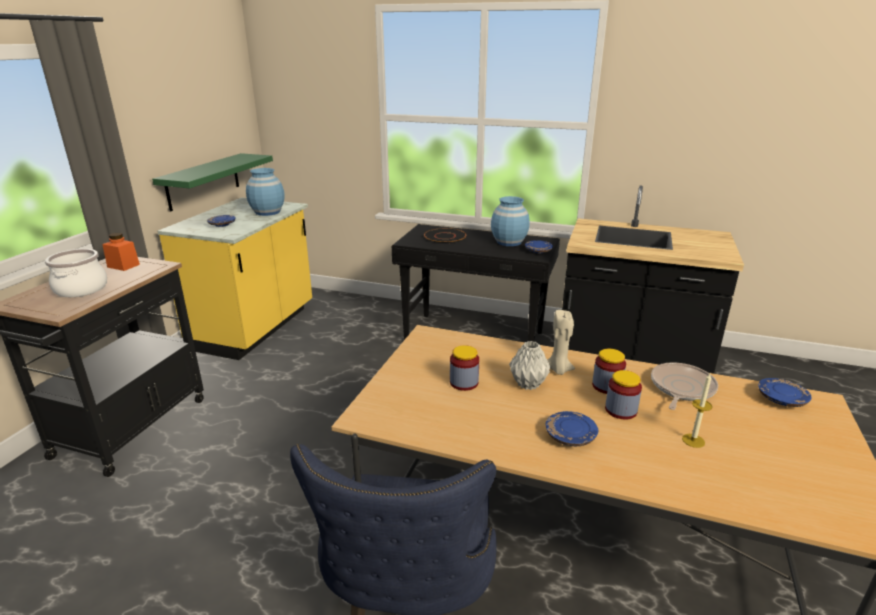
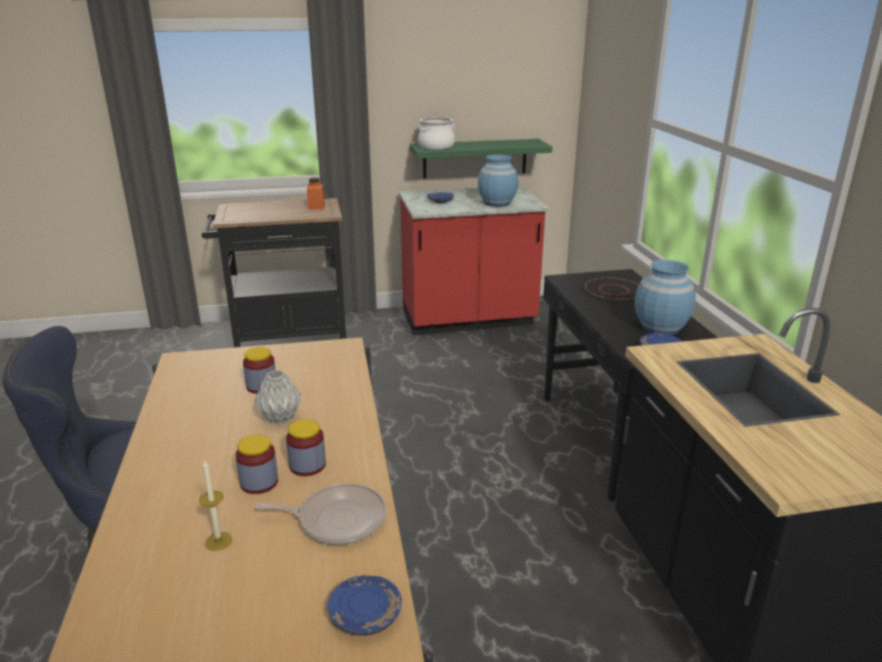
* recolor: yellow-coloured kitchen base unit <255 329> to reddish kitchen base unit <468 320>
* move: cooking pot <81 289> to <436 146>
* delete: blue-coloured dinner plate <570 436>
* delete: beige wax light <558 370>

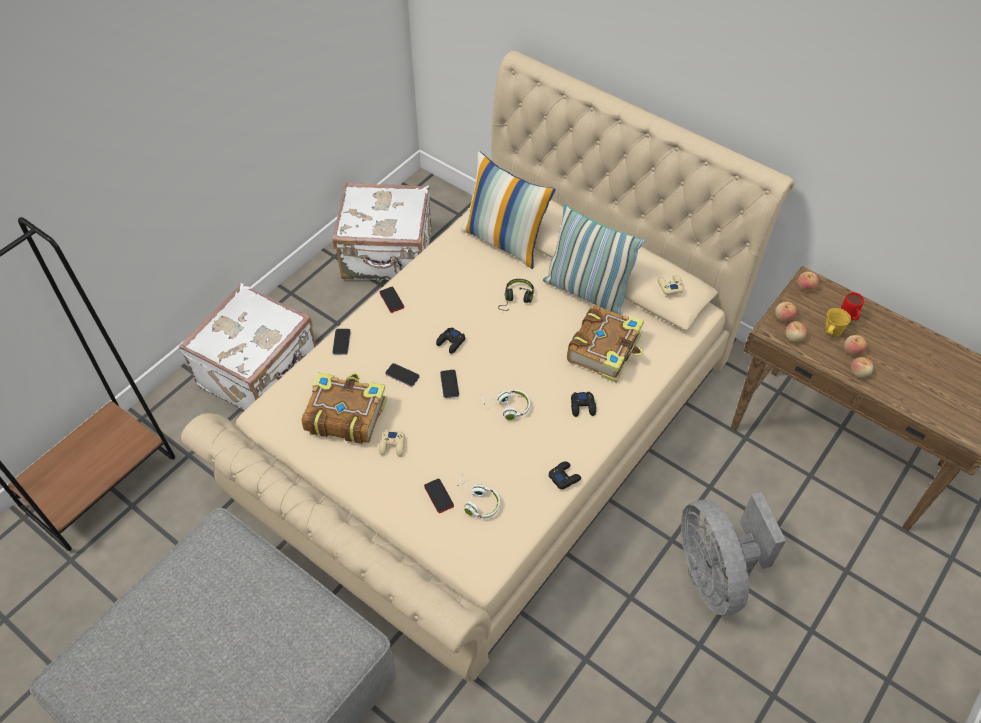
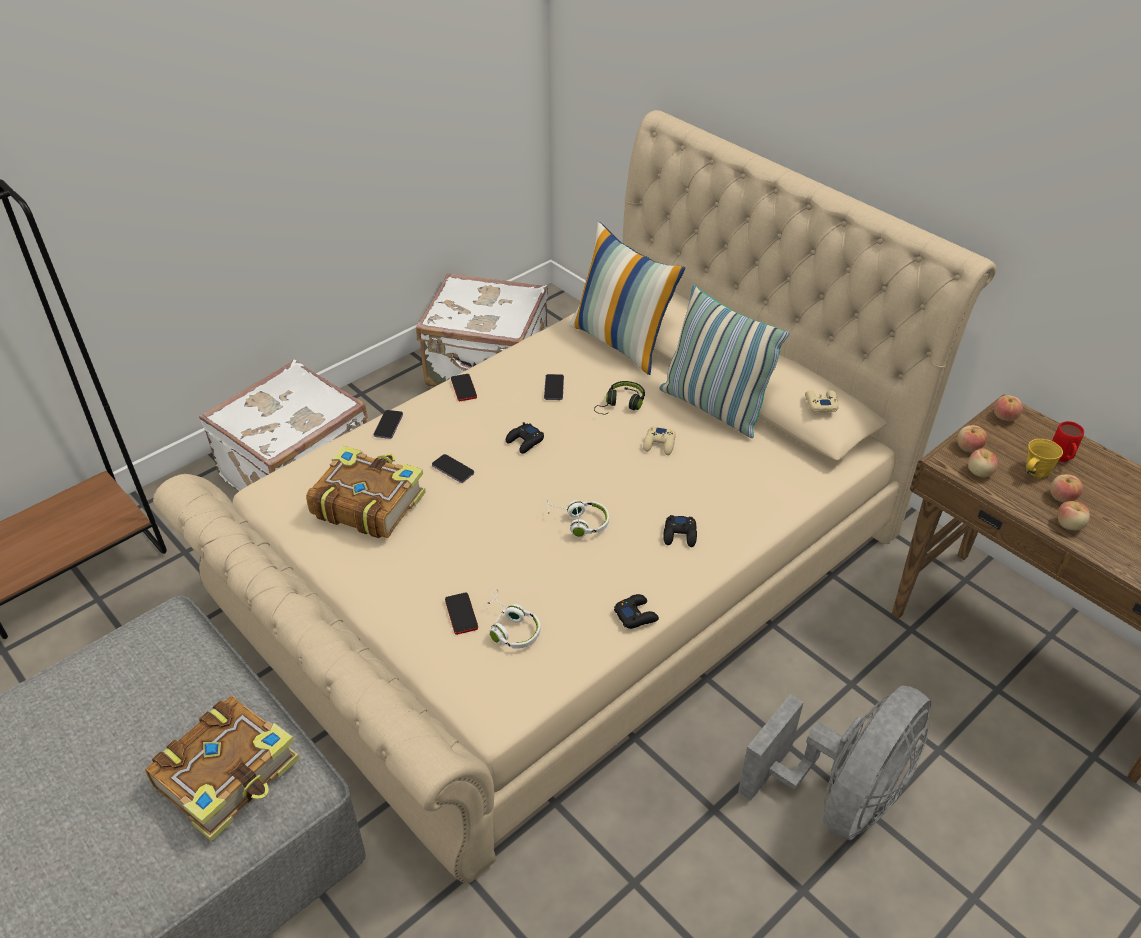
* move: volume <605 349> to <229 775>
* move: telephone <449 384> to <554 388>
* move: beige gamepad <392 445> to <659 444>
* rotate: greyish cooling fan <714 573> = <840 796> 135 degrees counterclockwise

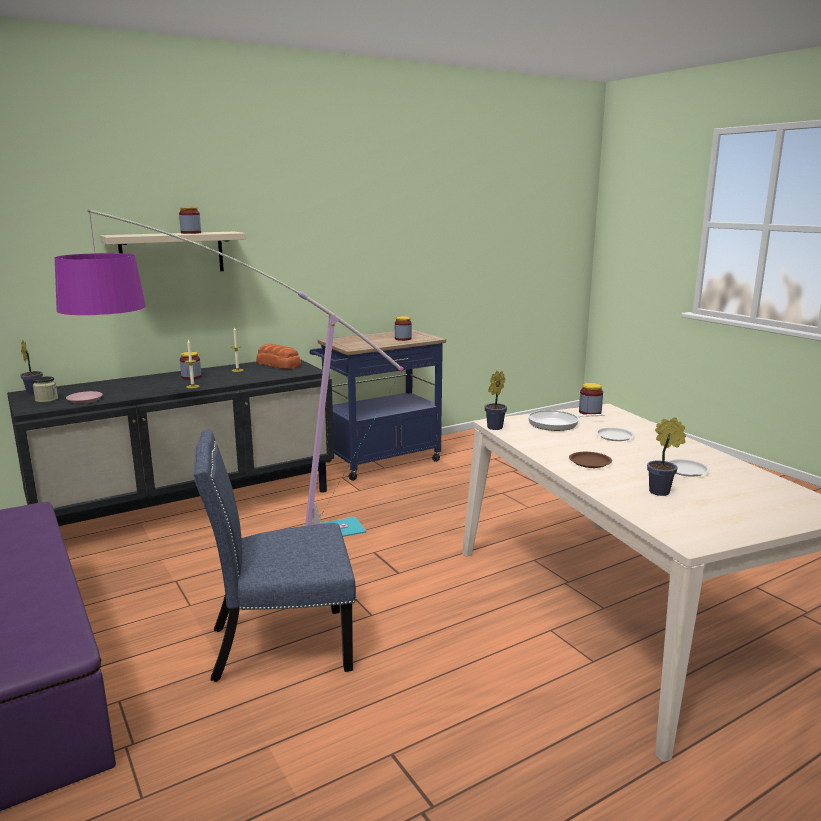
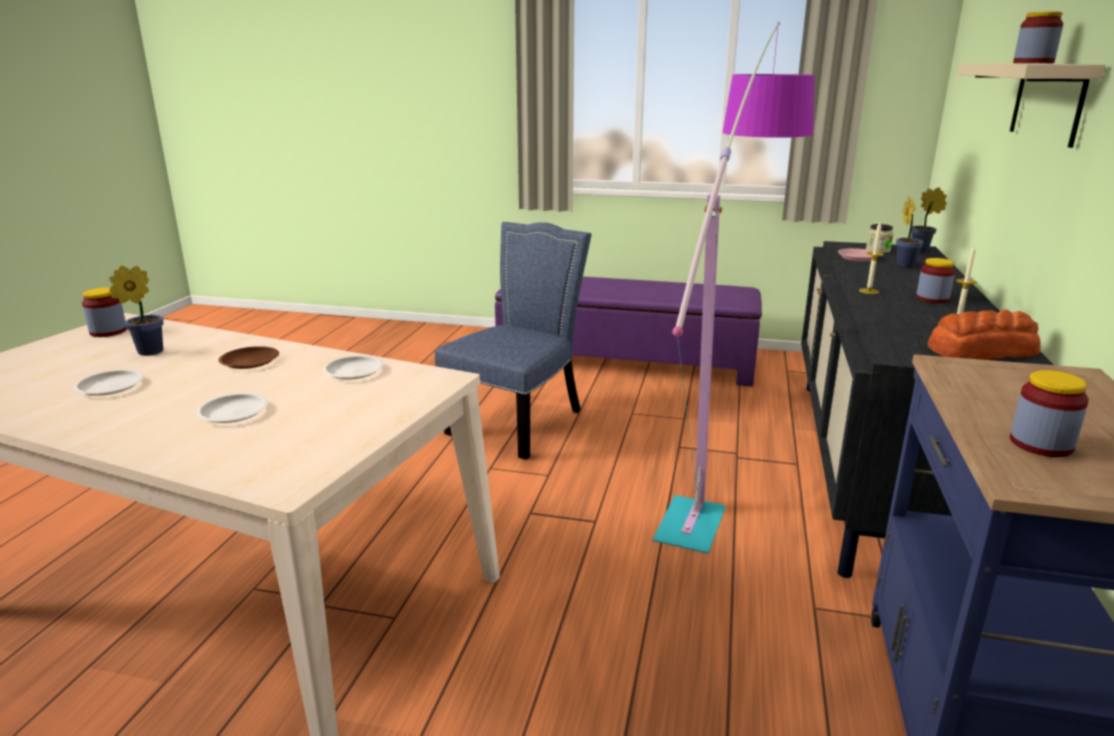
* move: preserve jar <590 412> to <108 331>
* insert: white-coloured dinner plate <353 371>
* move: houseplant <493 428> to <904 264>
* delete: skillet <556 424>

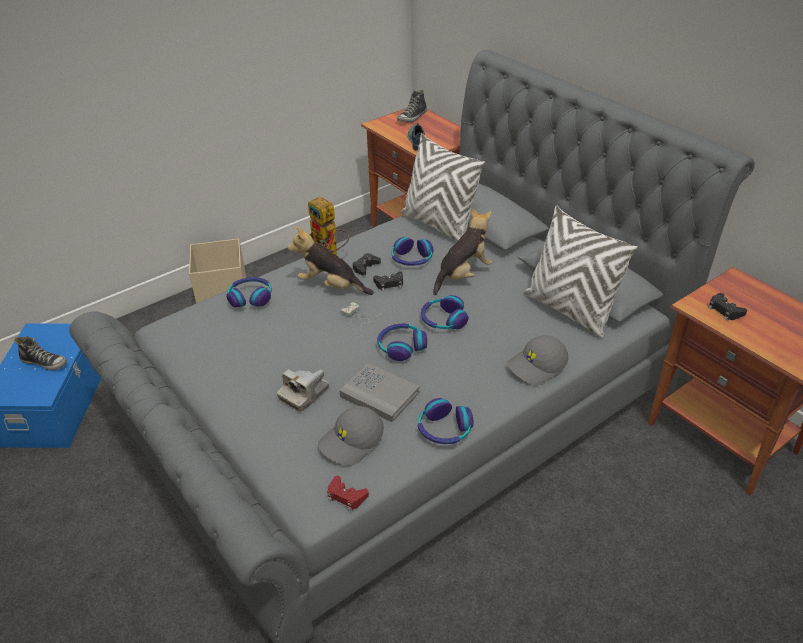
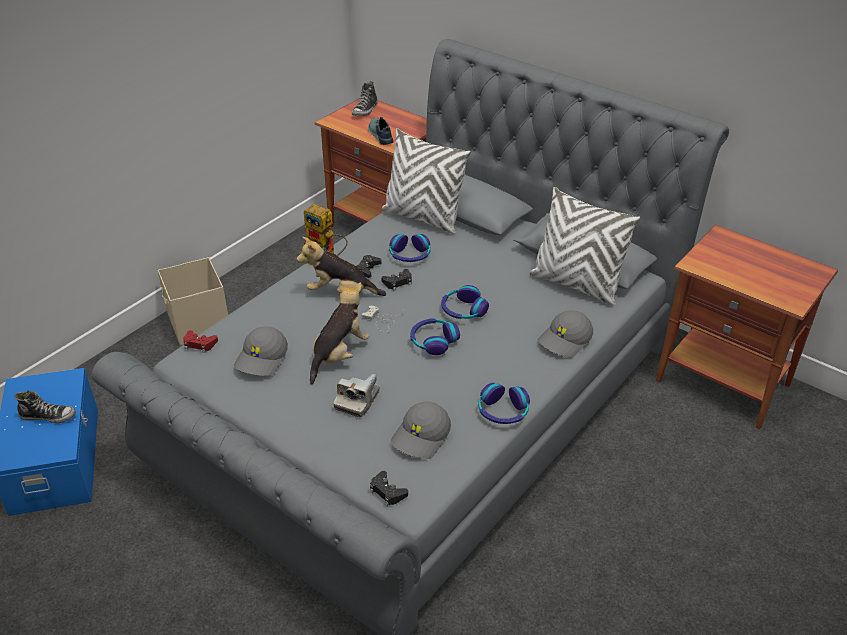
* move: reddish gamepad <346 496> to <199 344>
* insert: greyish baseball cap <262 359>
* move: plush toy <463 275> to <339 355>
* move: blackish gamepad <725 310> to <387 492>
* delete: headphones <250 297>
* delete: greyish volume <379 394>

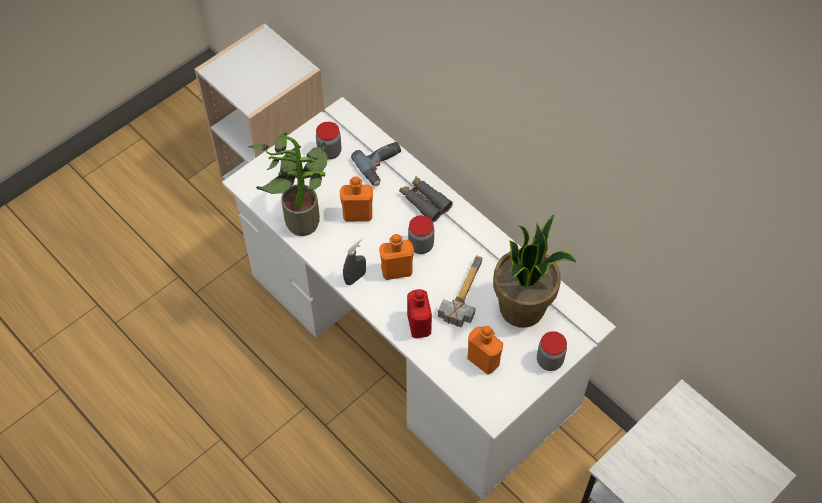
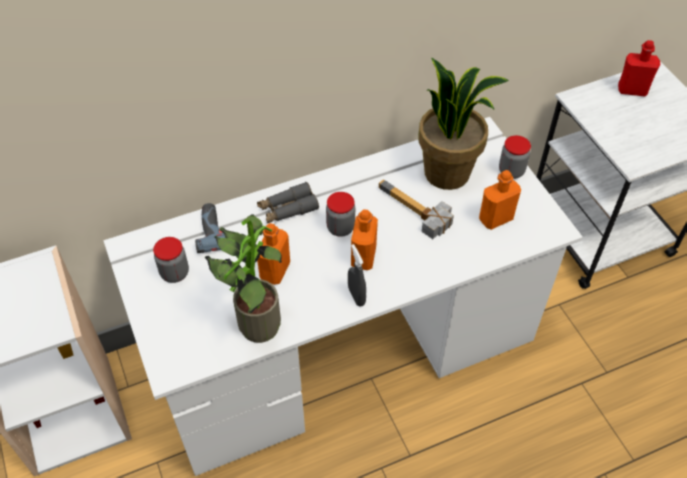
* move: reddish bottle <419 325> to <632 90>

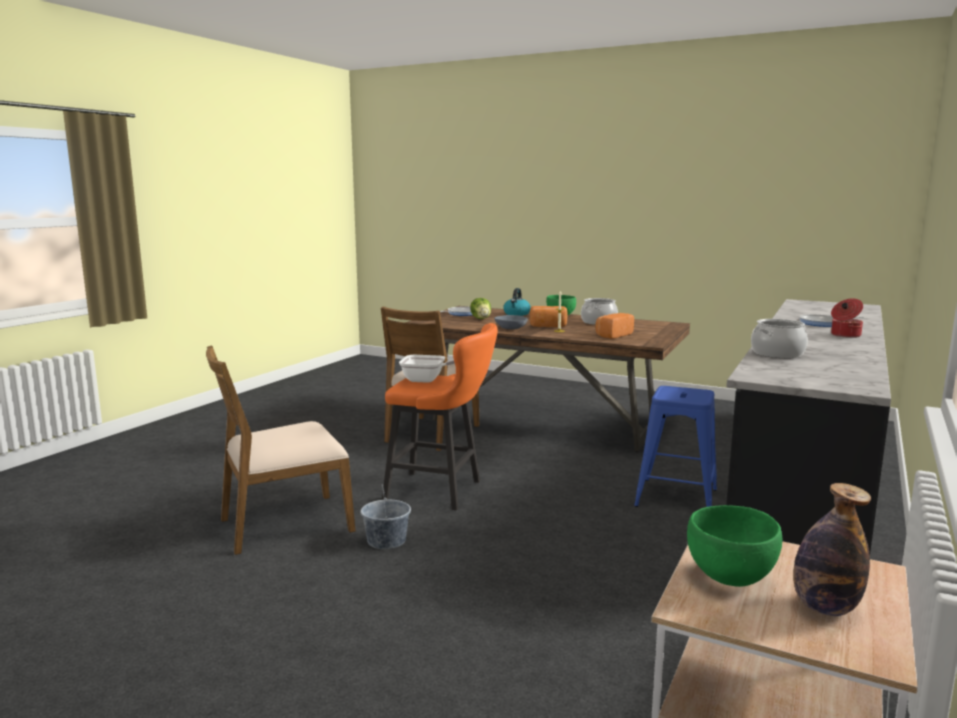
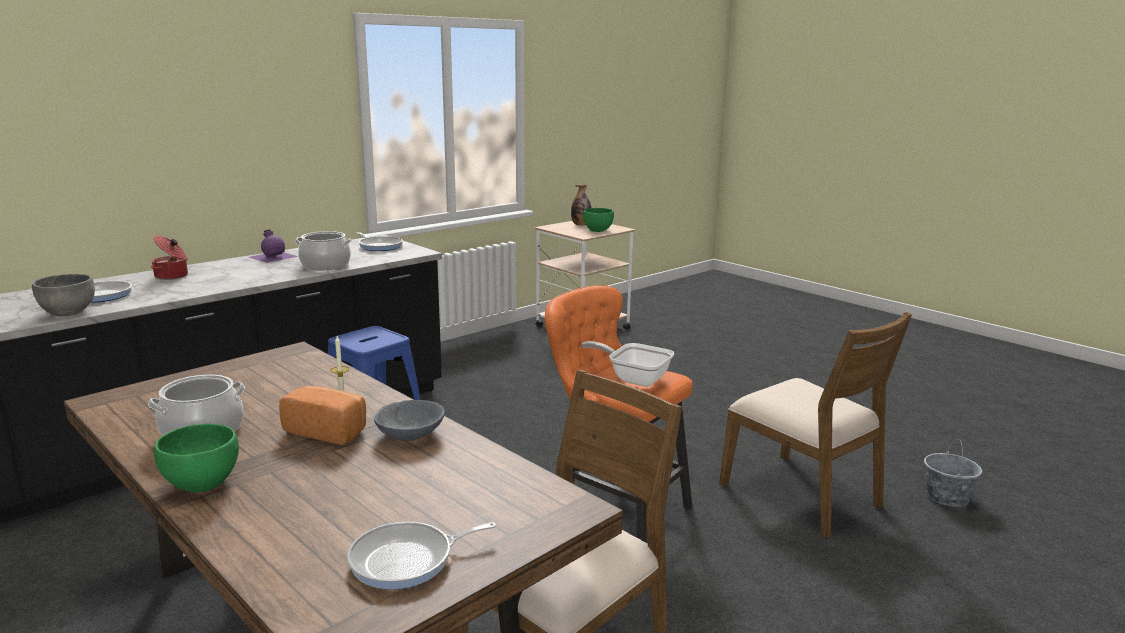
* insert: greyish serving bowl <68 313>
* insert: purple bottle <273 256>
* insert: skillet <379 246>
* rotate: brown plain chair <285 524> = <802 494> 60 degrees clockwise
* move: greyish water bucket <386 541> to <946 496>
* delete: lettuce head <481 319>
* delete: kettle <516 314>
* delete: bakery bread <612 335>

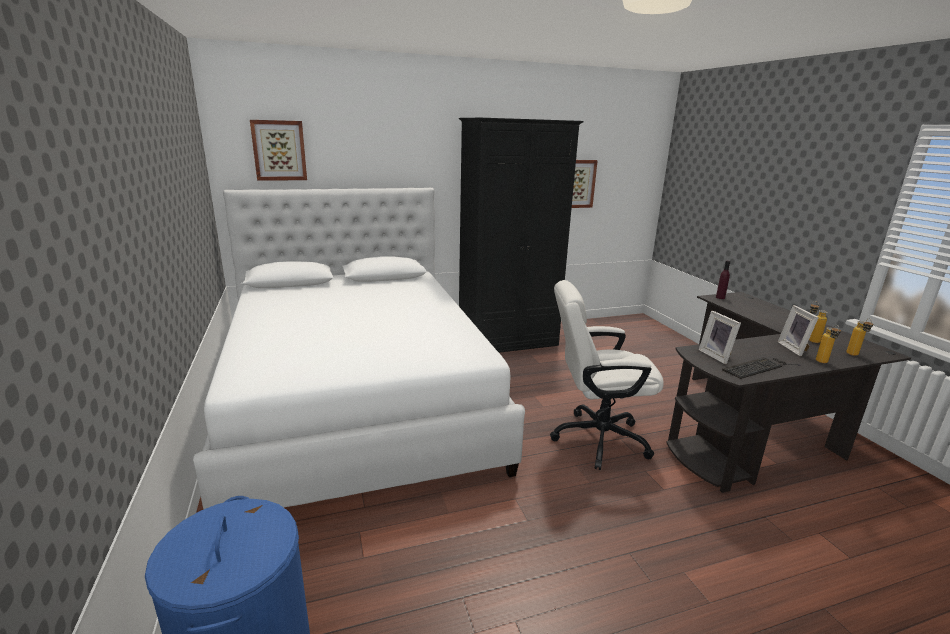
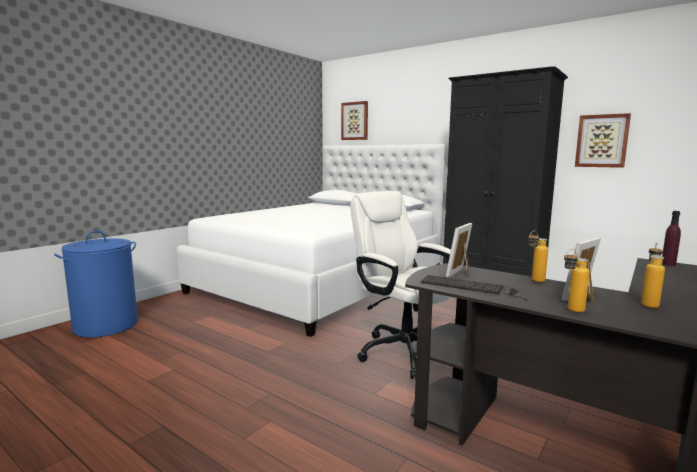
* move: bottle <854 355> to <534 281>

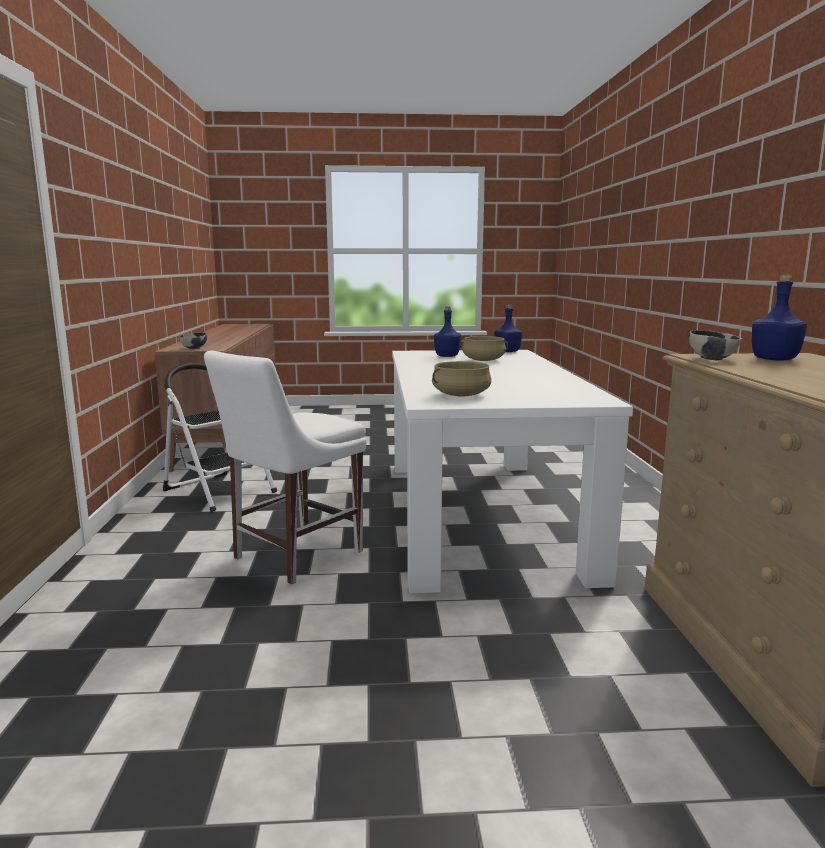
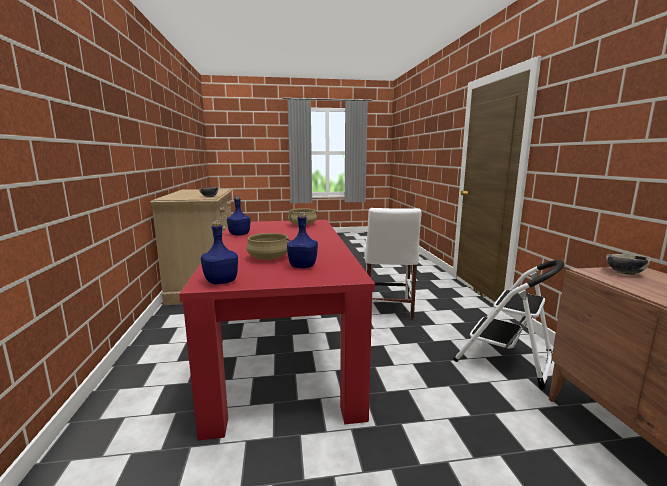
* recolor: white-coloured dinner table <479 513> to reddish dinner table <283 344>
* move: blue-coloured bottle <774 359> to <239 234>
* rotate: white-coloured plain chair <293 556> = <387 309> 150 degrees clockwise

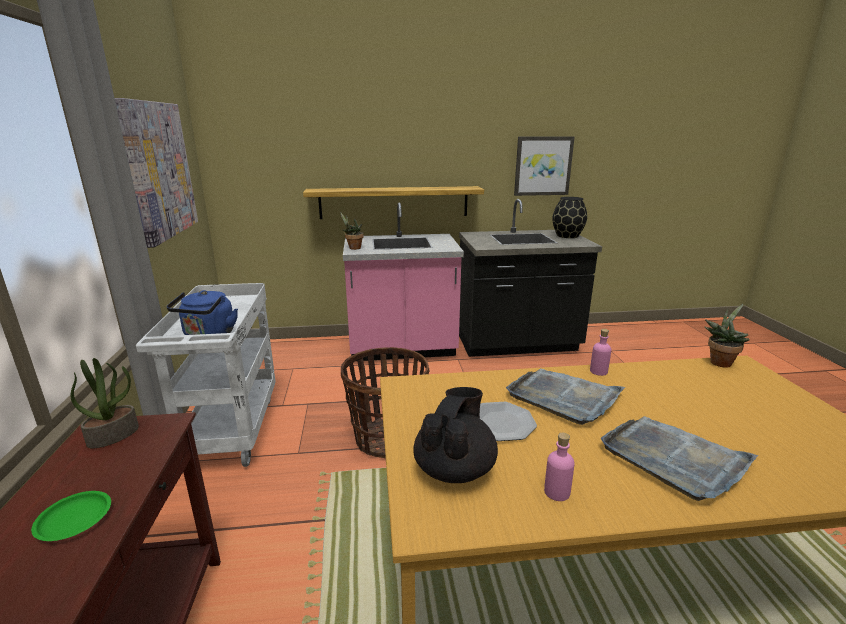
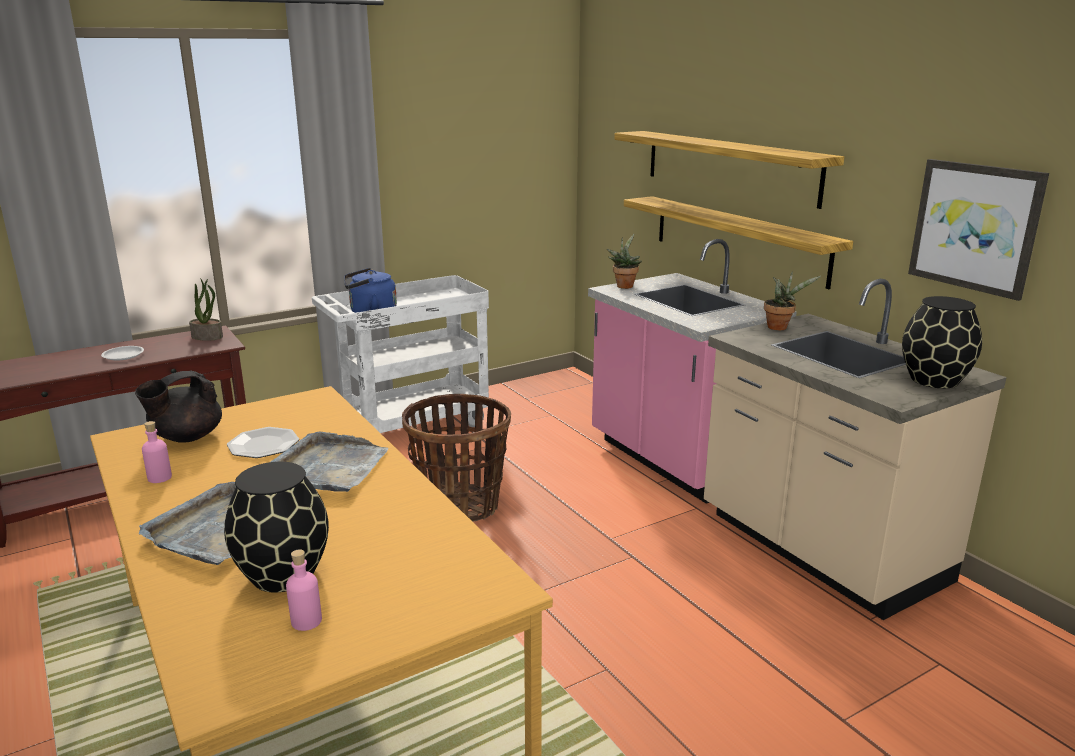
* recolor: greenish dinner plate <75 519> to white-coloured dinner plate <123 356>
* rotate: blackish teapot <455 469> = <186 437> 135 degrees clockwise
* insert: blackish decorative vase <283 573>
* move: pinkish bottle <598 371> to <306 621>
* insert: bracket shelf <728 166>
* recolor: blackish kitchen base unit <517 344> to beige kitchen base unit <819 549>
* move: houseplant <719 362> to <780 327>
* delete: wall art <159 170>

